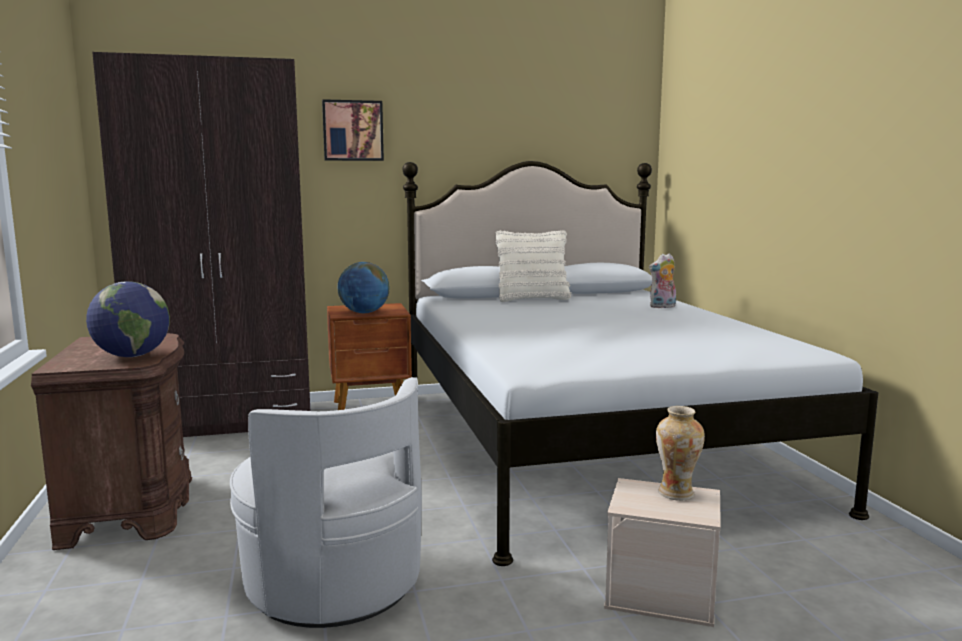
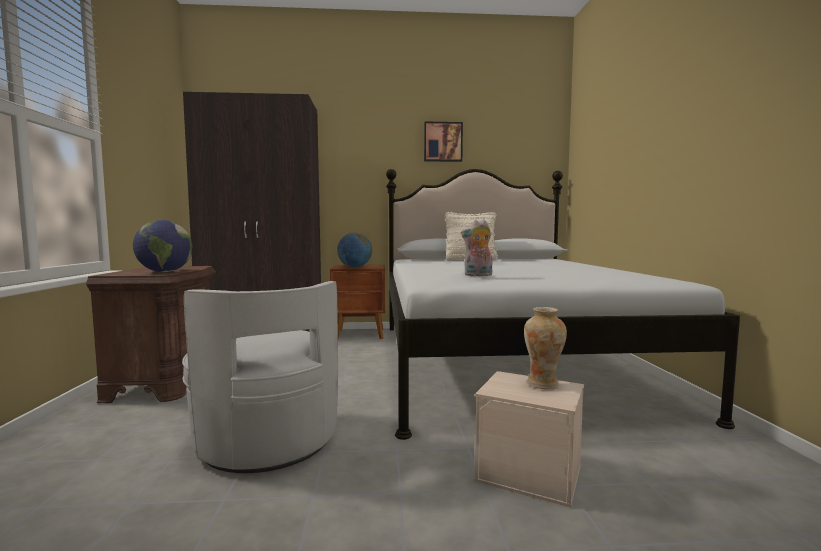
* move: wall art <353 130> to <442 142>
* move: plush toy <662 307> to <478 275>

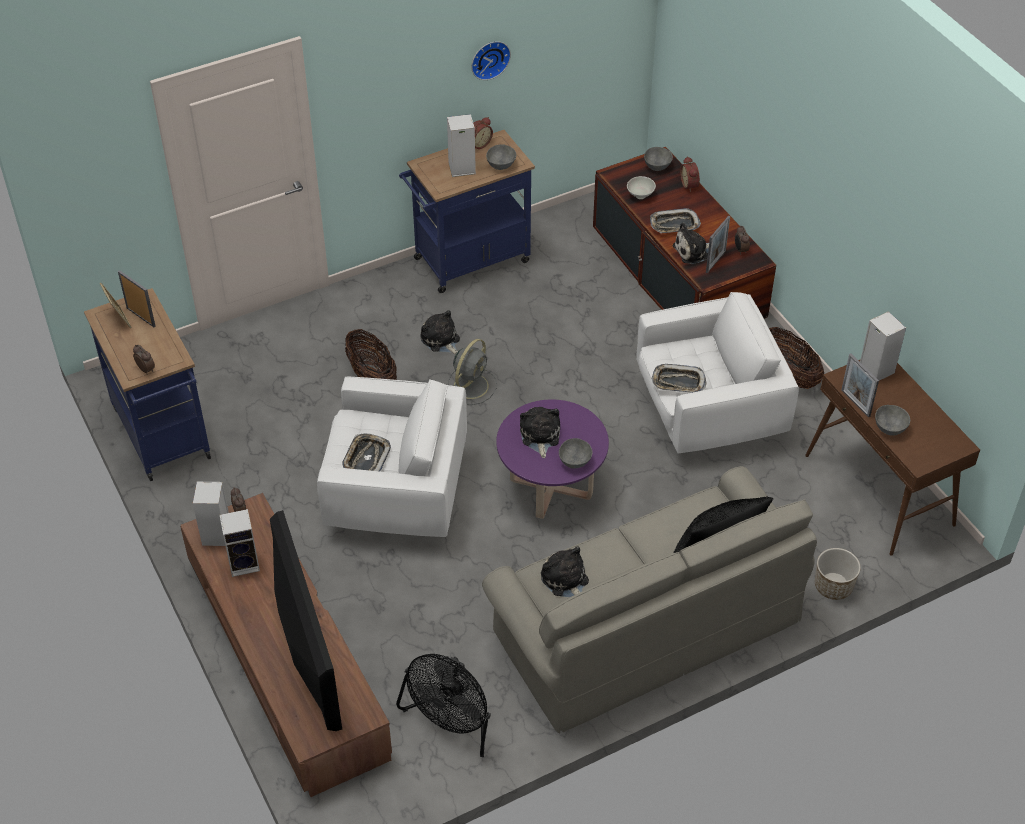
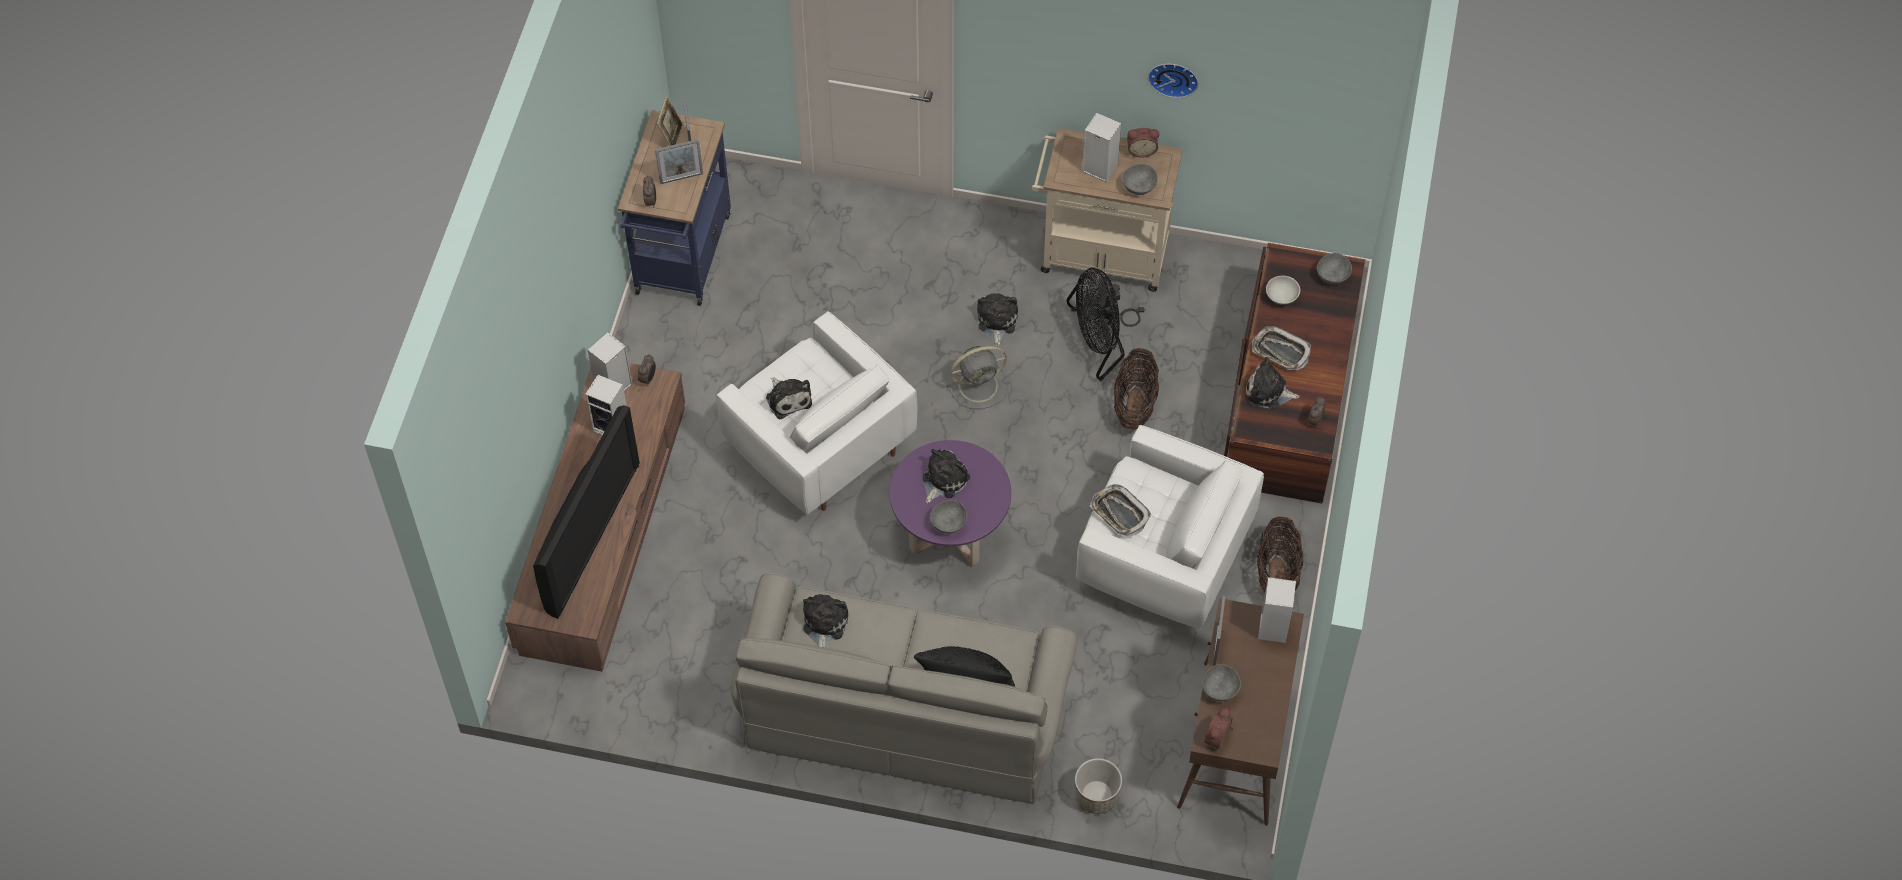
* move: standing frame <715 261> to <681 178>
* replace: tray <366 458> to plush toy <788 399>
* recolor: blue-coloured trolley <468 261> to beige trolley <1100 255>
* move: blackish cooling fan <451 717> to <1103 337>
* move: basket <372 377> to <1134 404>
* move: alarm clock <690 185> to <1219 738>

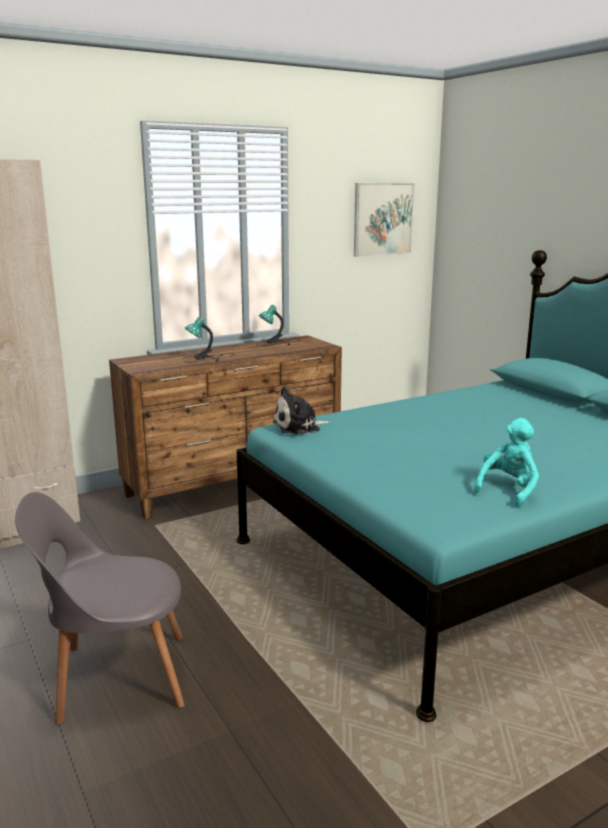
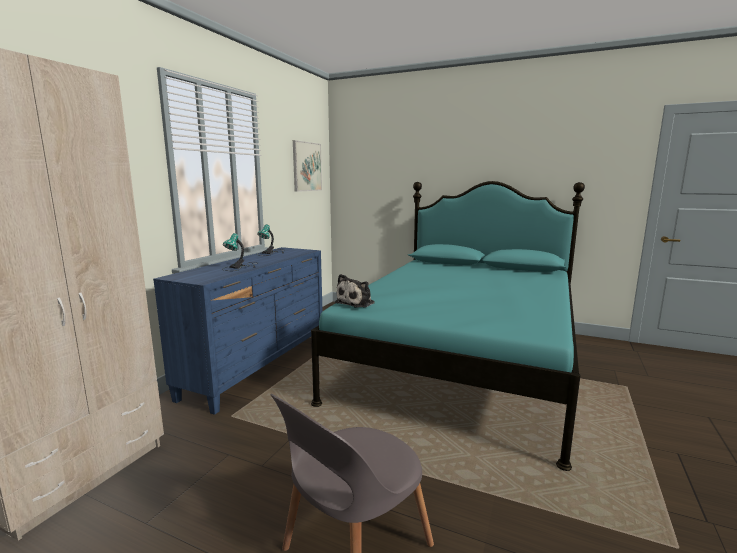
* recolor: brown drawer chest <235 484> to blue-coloured drawer chest <258 368>
* delete: turquoise-coloured plush toy <508 490>

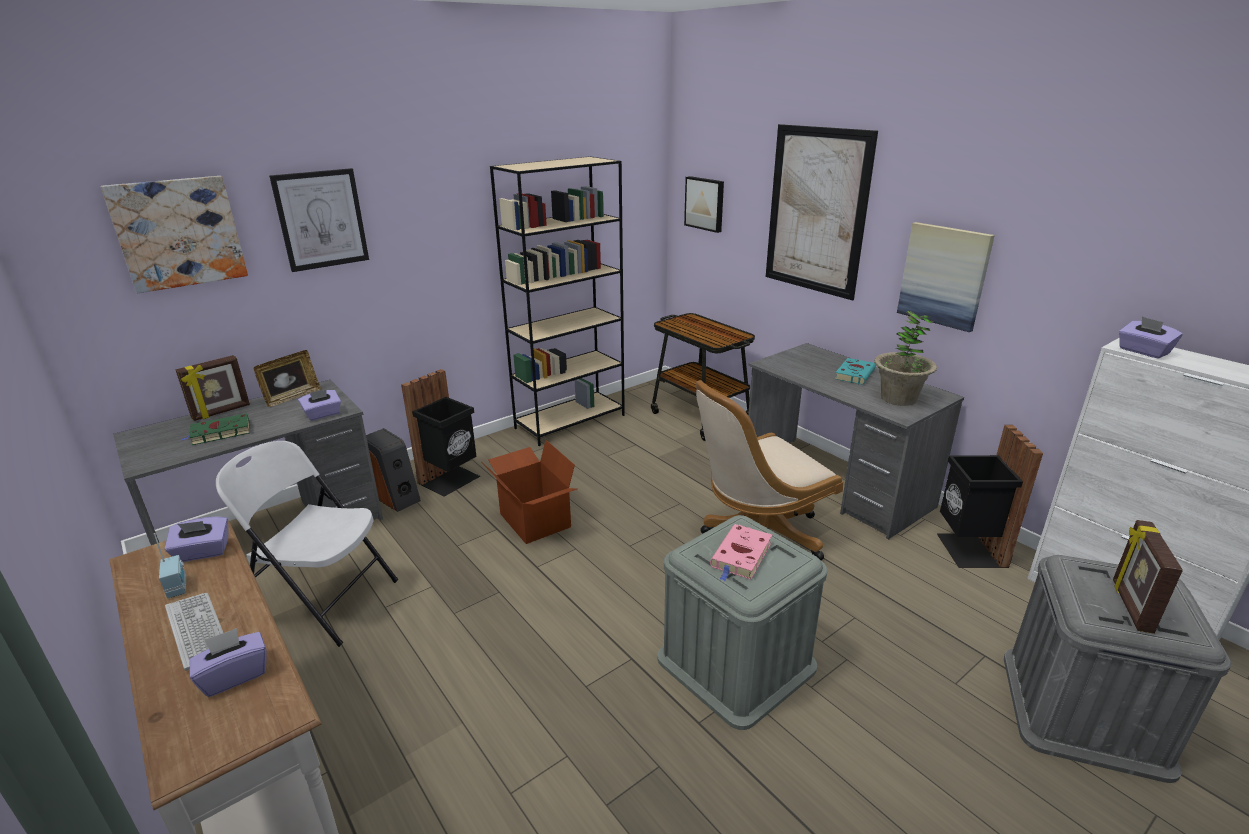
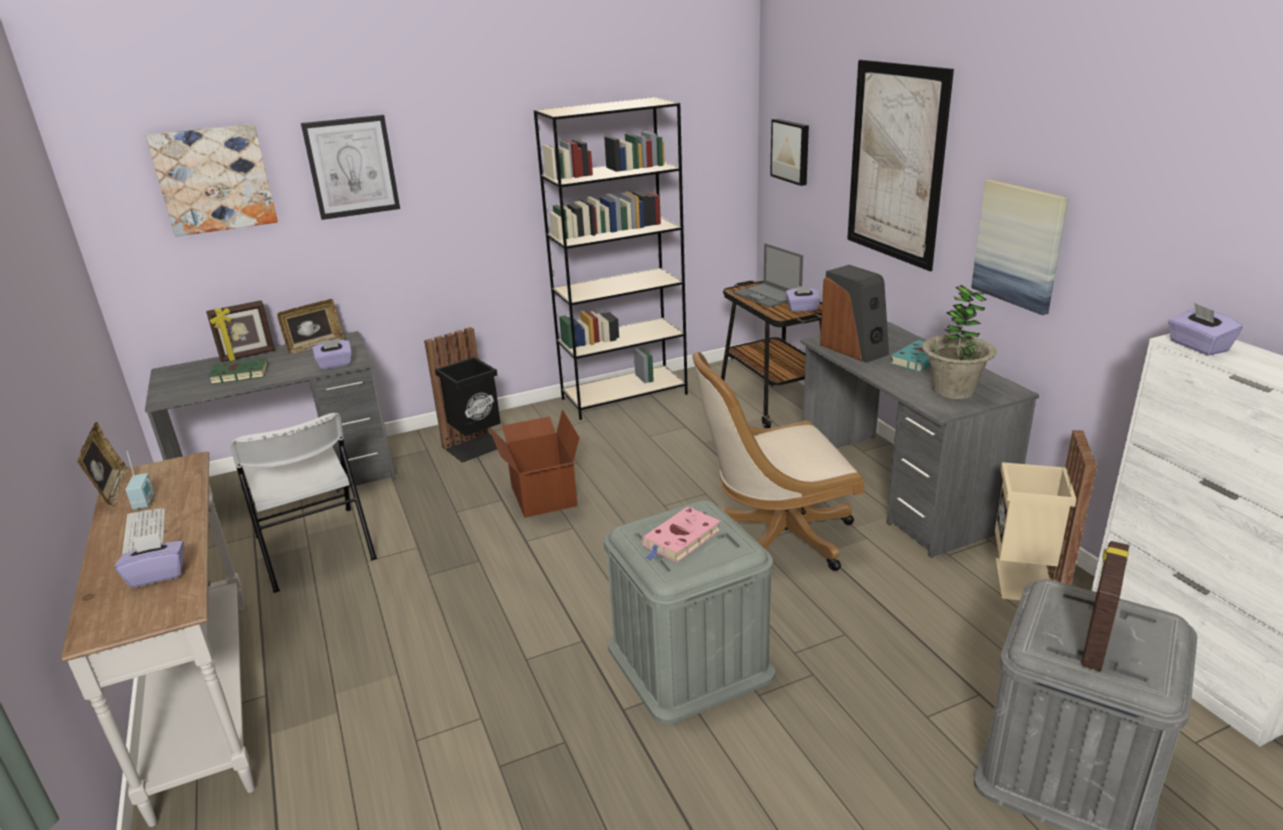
* insert: standing frame <112 490>
* rotate: white-coloured plain chair <324 601> = <314 548> 150 degrees counterclockwise
* insert: notebook computer <767 296>
* move: purple tissue box <203 552> to <802 309>
* move: audio speaker <395 496> to <854 349>
* recolor: blackish waste bin <968 550> to beige waste bin <1025 581>

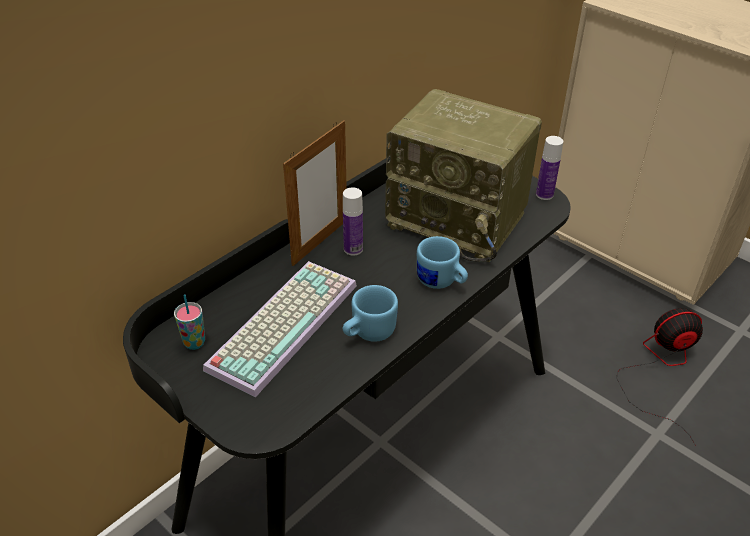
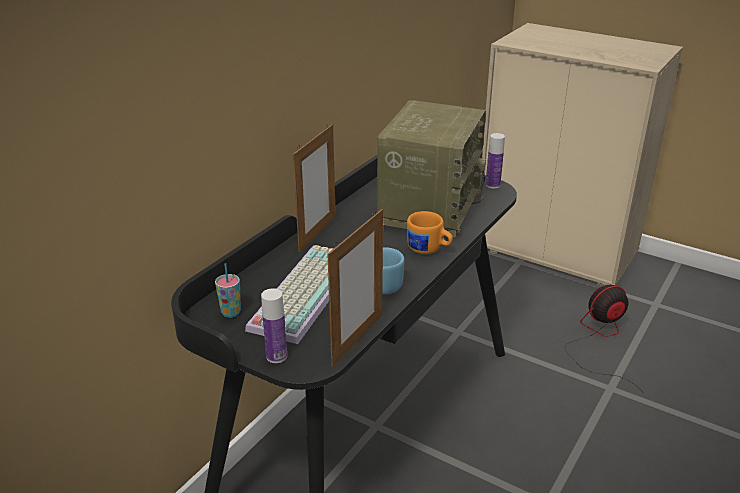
* move: bottle <353 249> to <276 356>
* insert: standing frame <357 339>
* rotate: radio receiver <459 219> = <429 207> 90 degrees counterclockwise
* recolor: blue-coloured tea mug <441 282> to orangey tea mug <429 250>

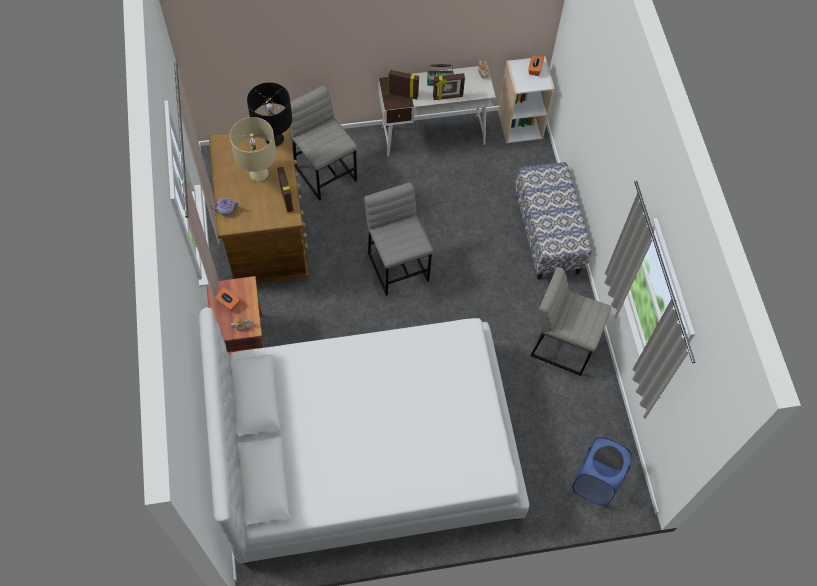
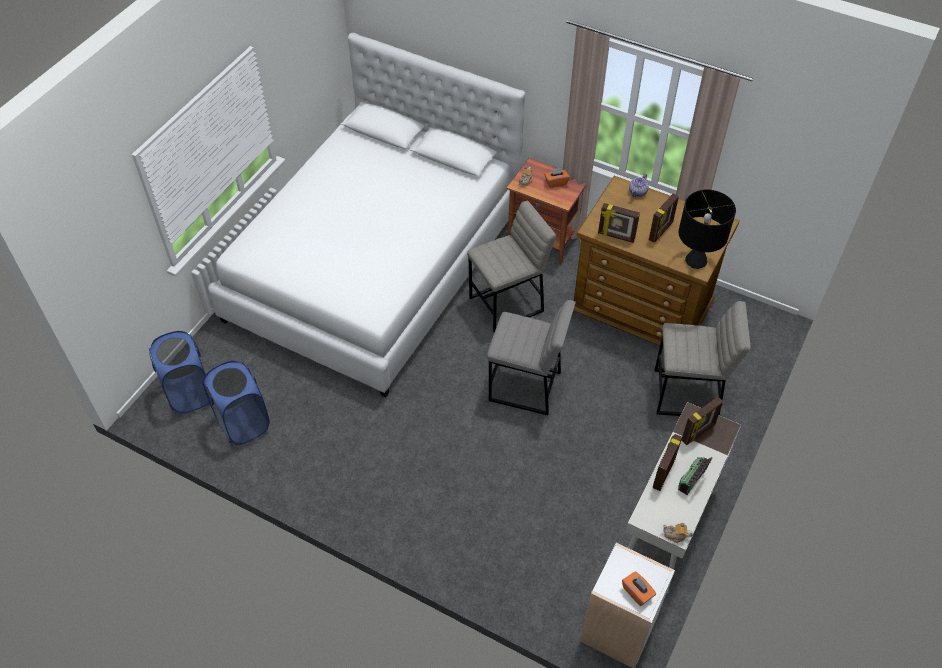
* insert: blue-coloured washing basket <243 423>
* move: greyish plain chair <561 345> to <508 303>
* replace: beige tabletop lamp <259 174> to standing frame <661 231>
* delete: bench <548 234>

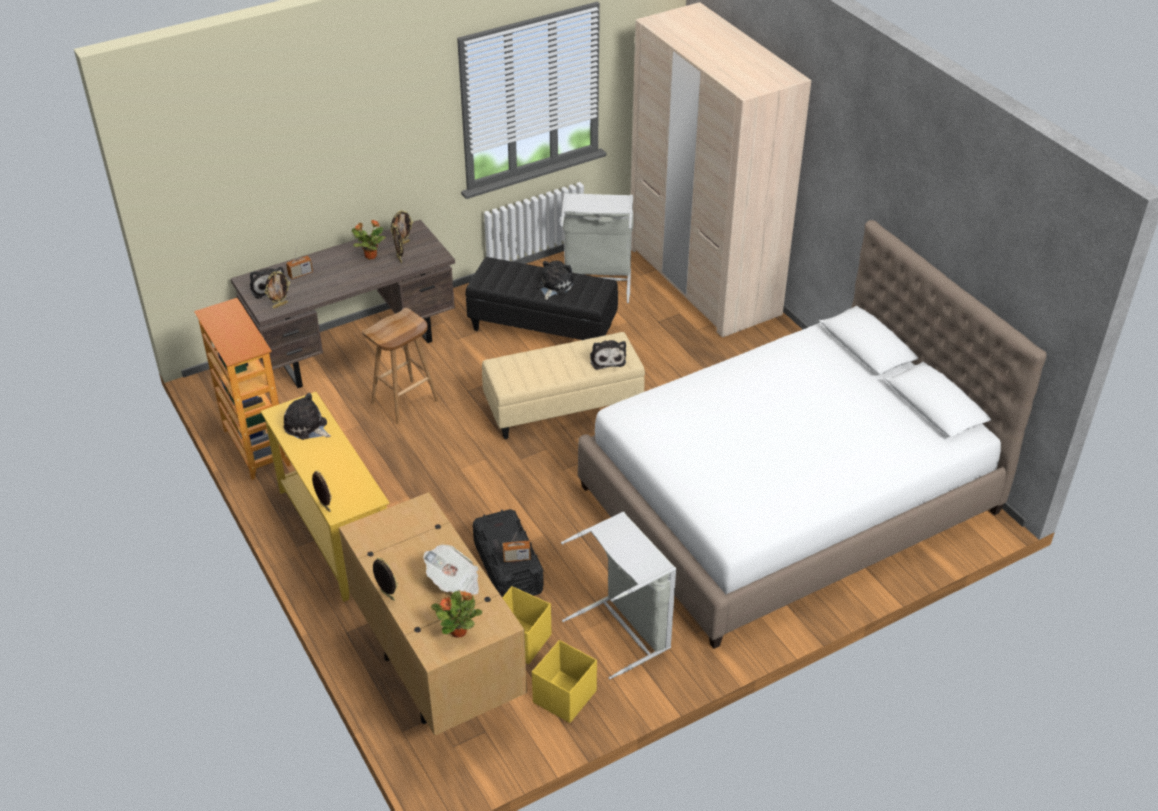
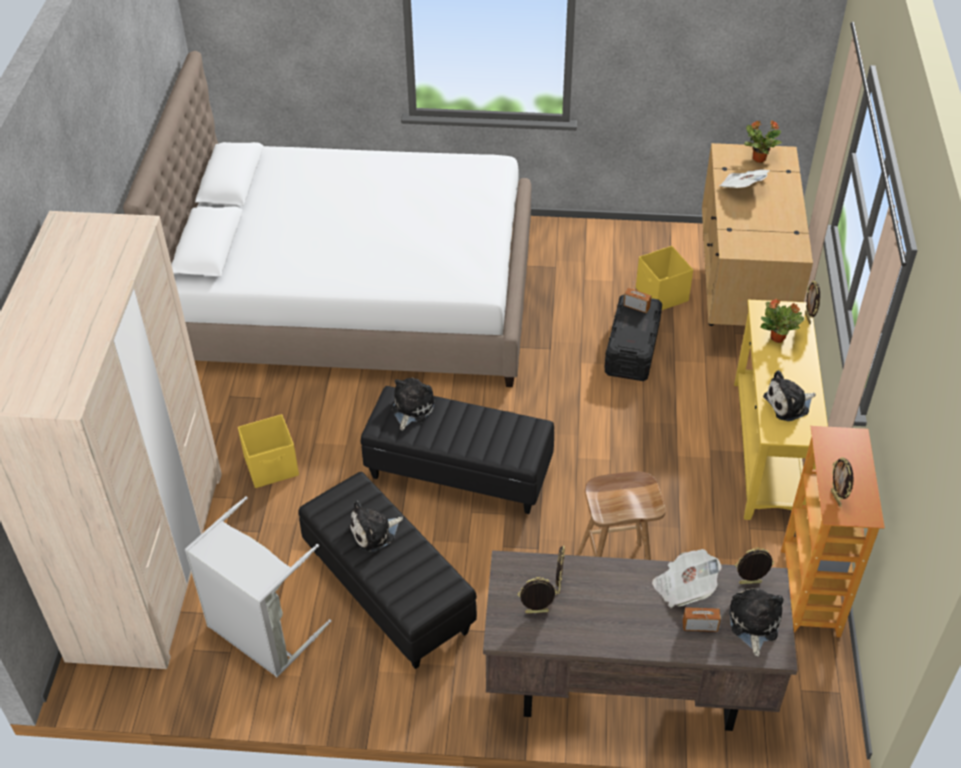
* move: yellow-coloured storage box <563 697> to <272 467>
* recolor: beige ottoman <563 408> to blackish ottoman <458 475>
* insert: newspaper <684 587>
* move: houseplant <370 256> to <778 338>
* rotate: plush toy <307 427> = <789 404> 90 degrees clockwise
* move: standing frame <387 596> to <836 498>
* delete: greyish washing basket <625 630>

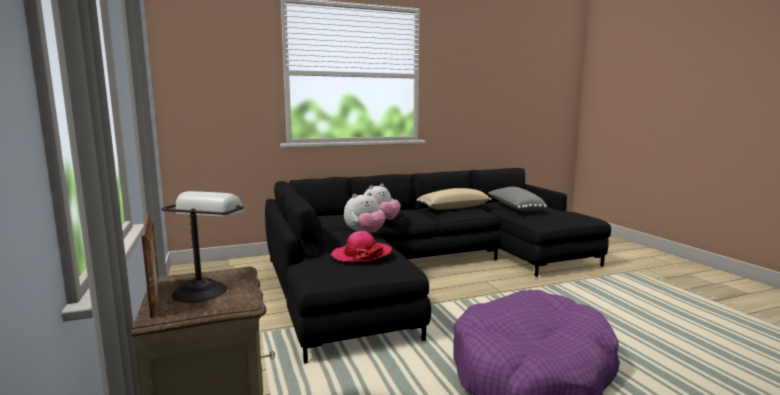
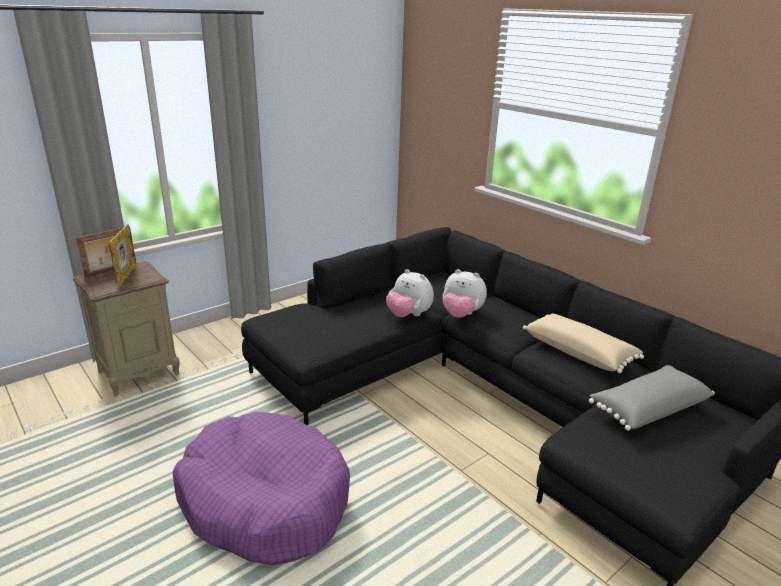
* replace: tabletop lamp <205 287> to standing frame <126 277>
* delete: clothing hat <361 255>

